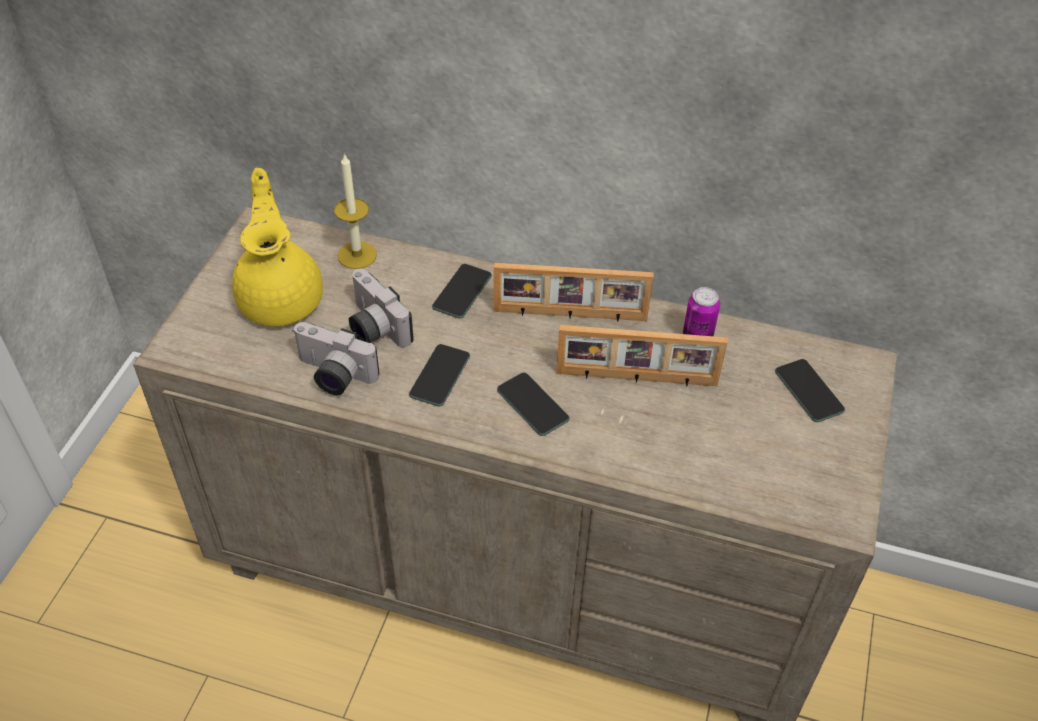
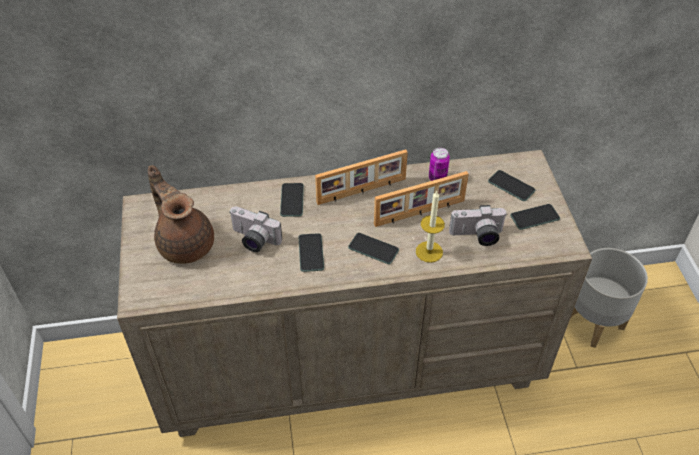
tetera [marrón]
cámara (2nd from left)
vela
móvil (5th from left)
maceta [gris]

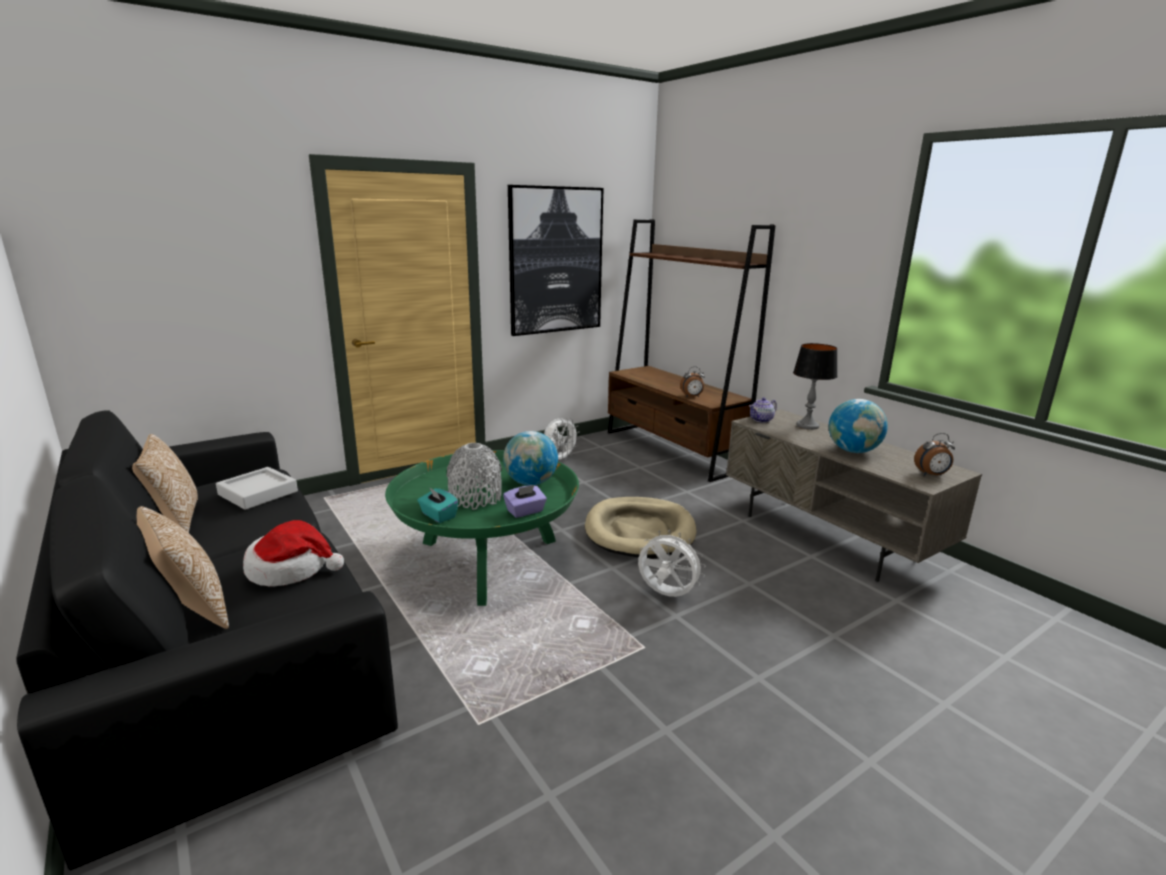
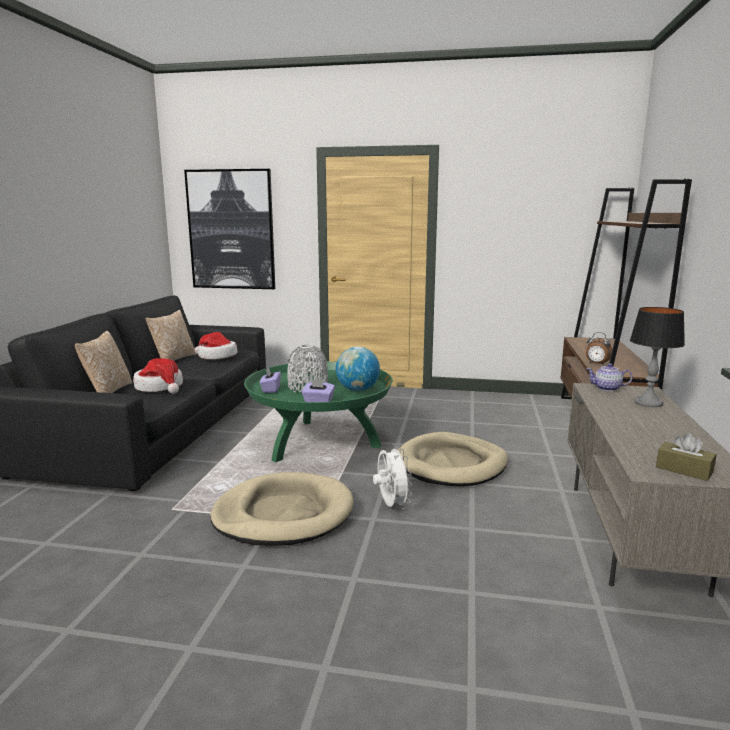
sombrero (2nd from left)
caja de pañuelos [morado] (1st from left)
cuadro
ventilador [blanco] (1st from left in the first image)
globo terráqueo (2nd from left in the first image)
caja de pañuelos [marrón]
cama para perro [beis] (1st from left)

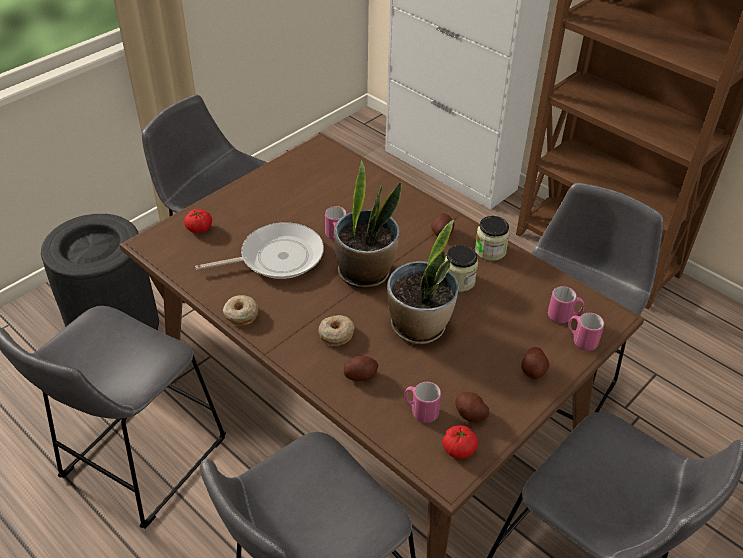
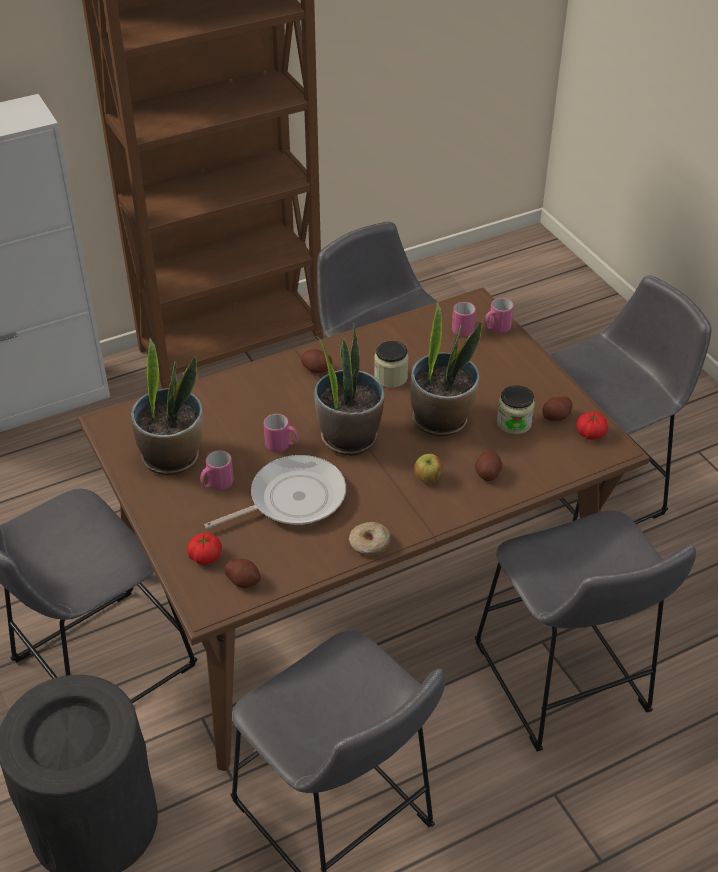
sartén
manzana
taza grande [rosa] (1st from left)
tarro (2nd from left)
patata (1st from left)
planta en maceta (1st from left)

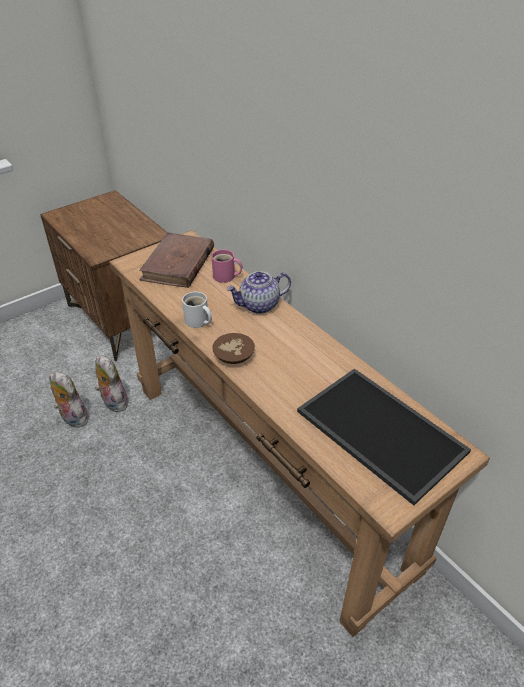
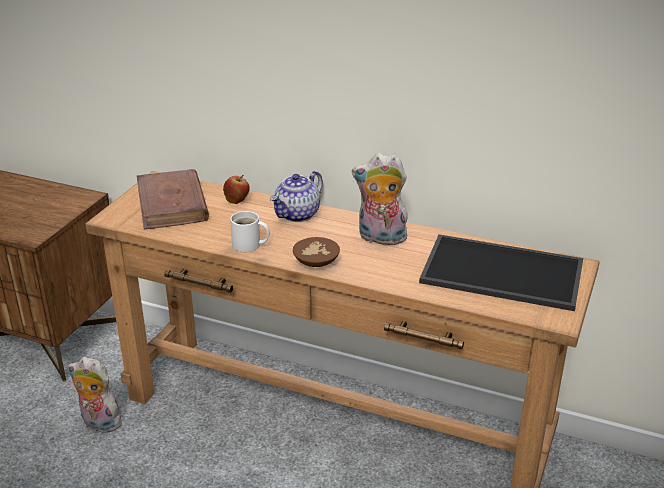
peluche (2nd from left)
manzana

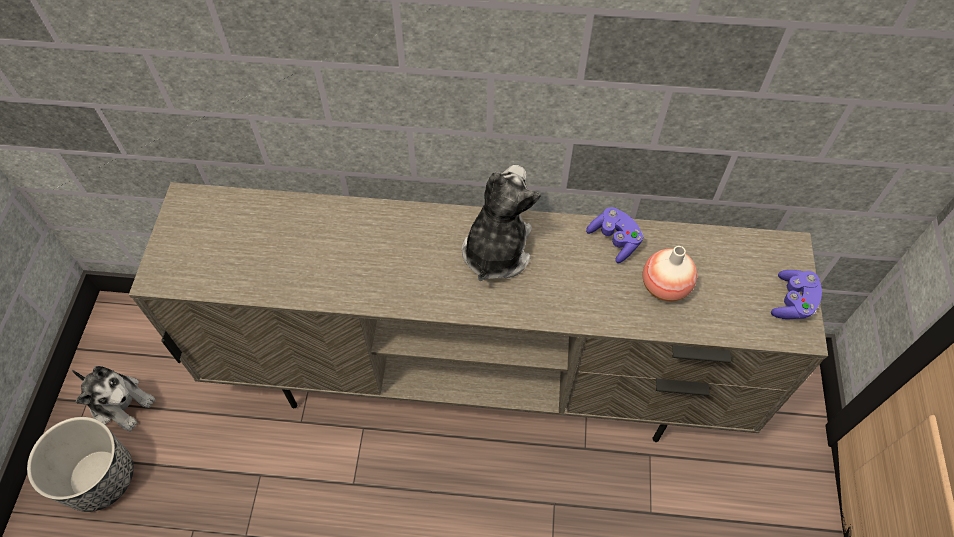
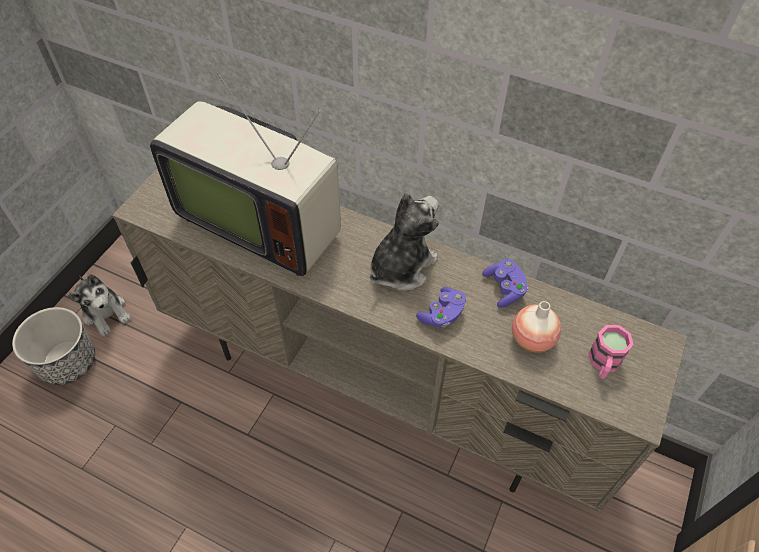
mando de consola [morado] (1st from left)
televisor
taza grande [rosa]

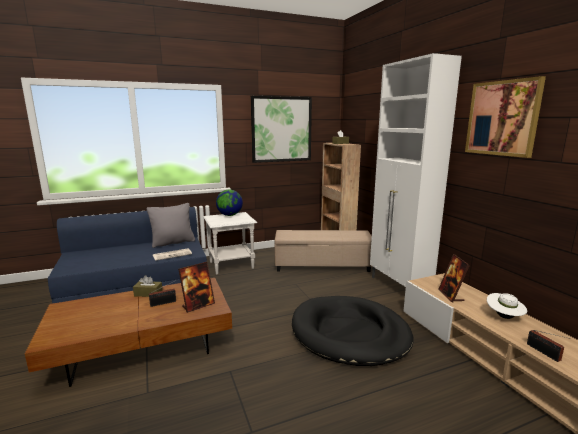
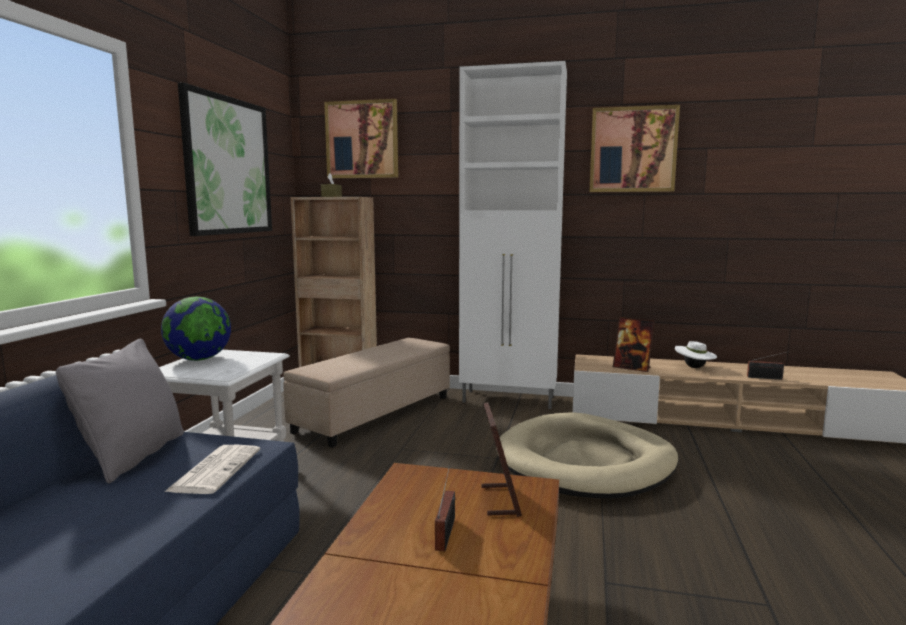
caja de pañuelos [marrón] (1st from left in the first image)
cama para perro [beis]
cuadro (2nd from left)

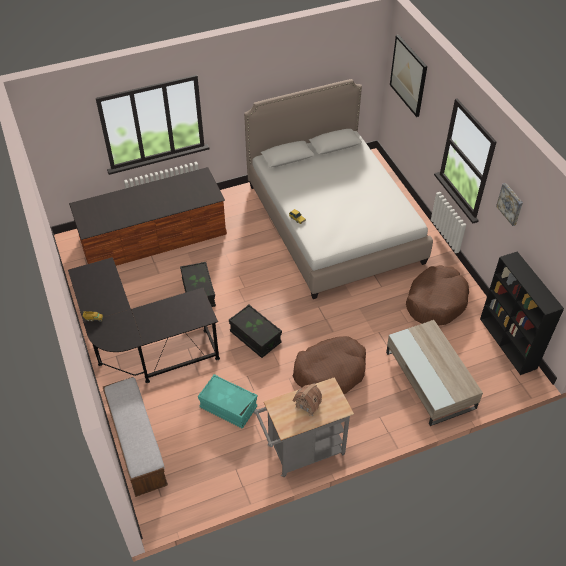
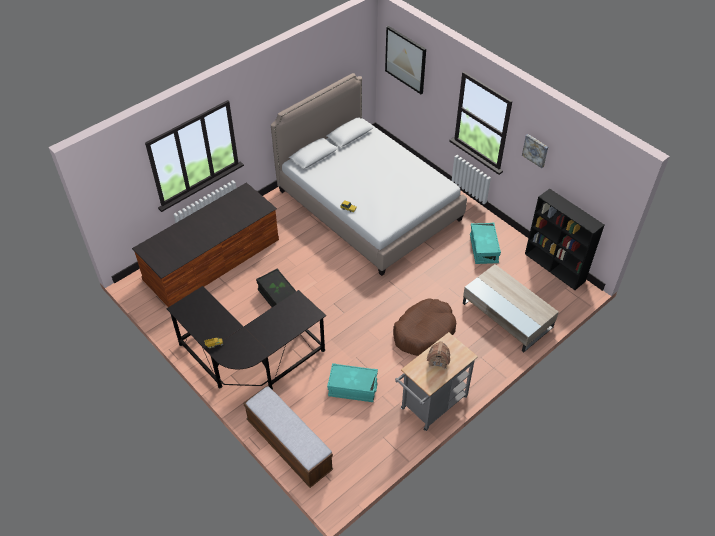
caja de almacenaje [negro] (2nd from left in the first image)
caja de almacenaje [turquesa] (2nd from left)

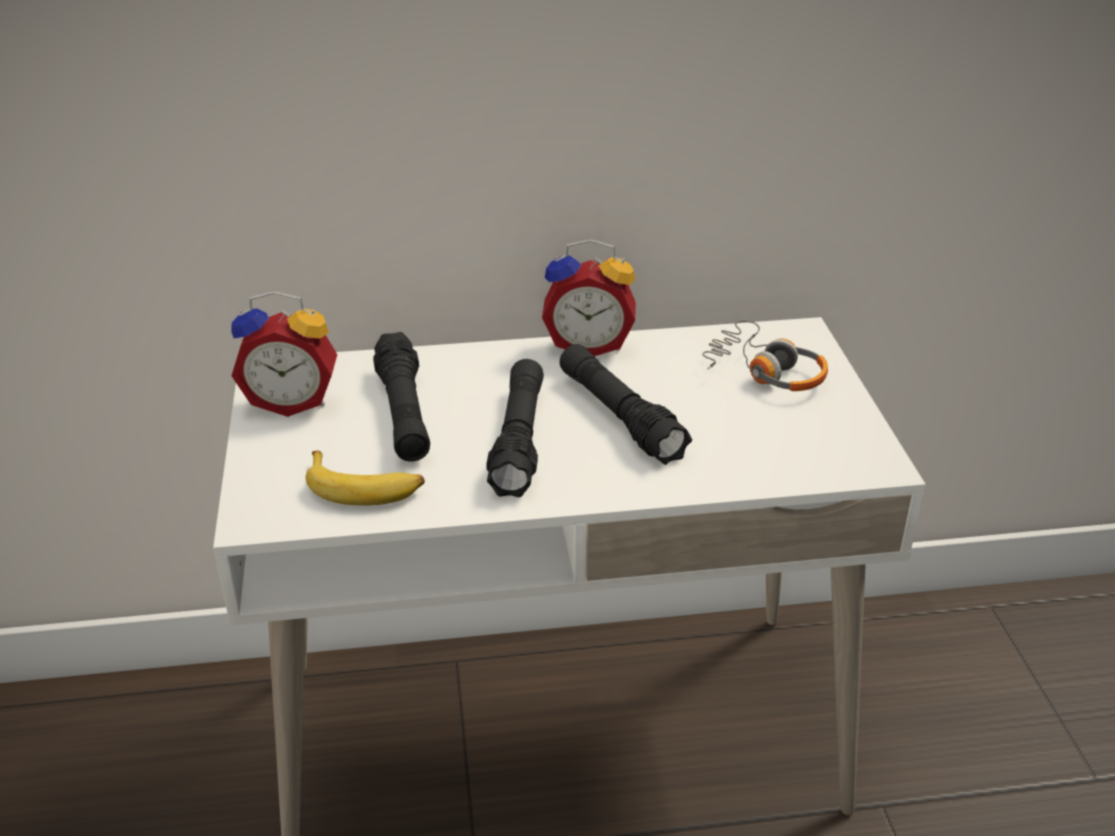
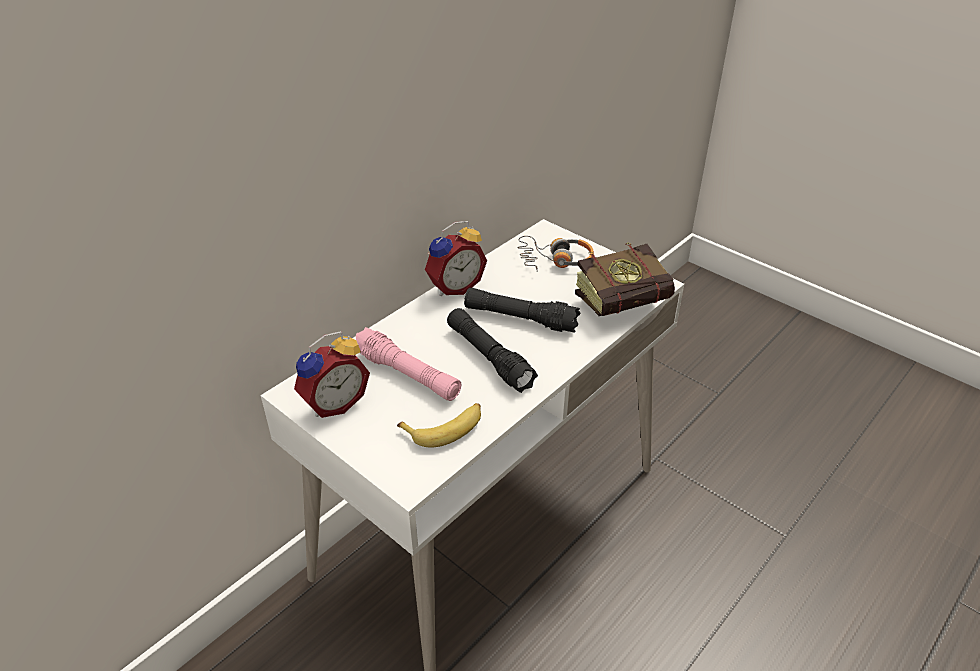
linterna [rosa]
libro

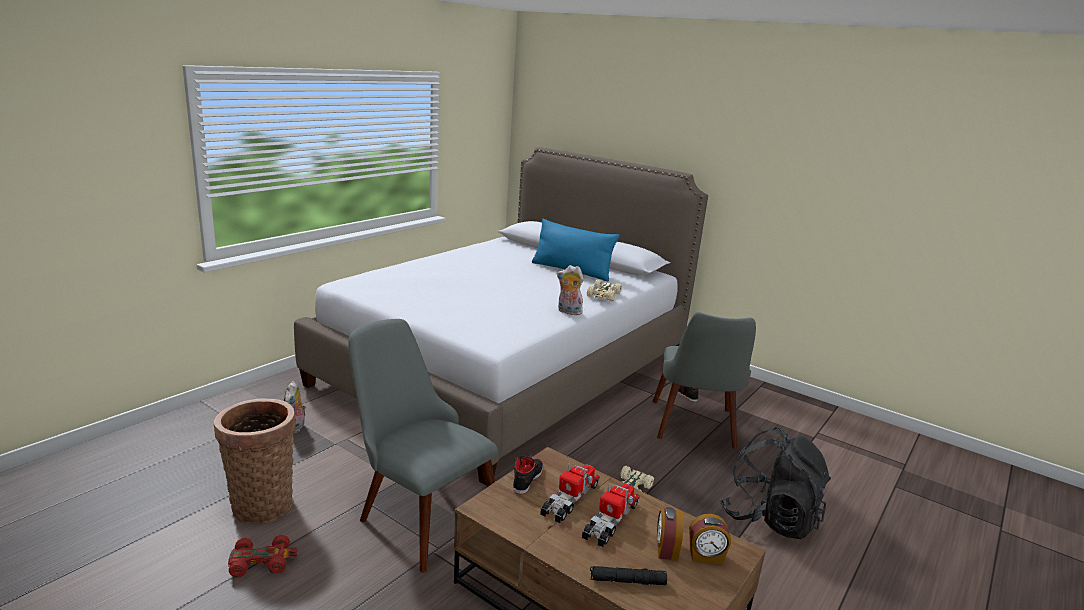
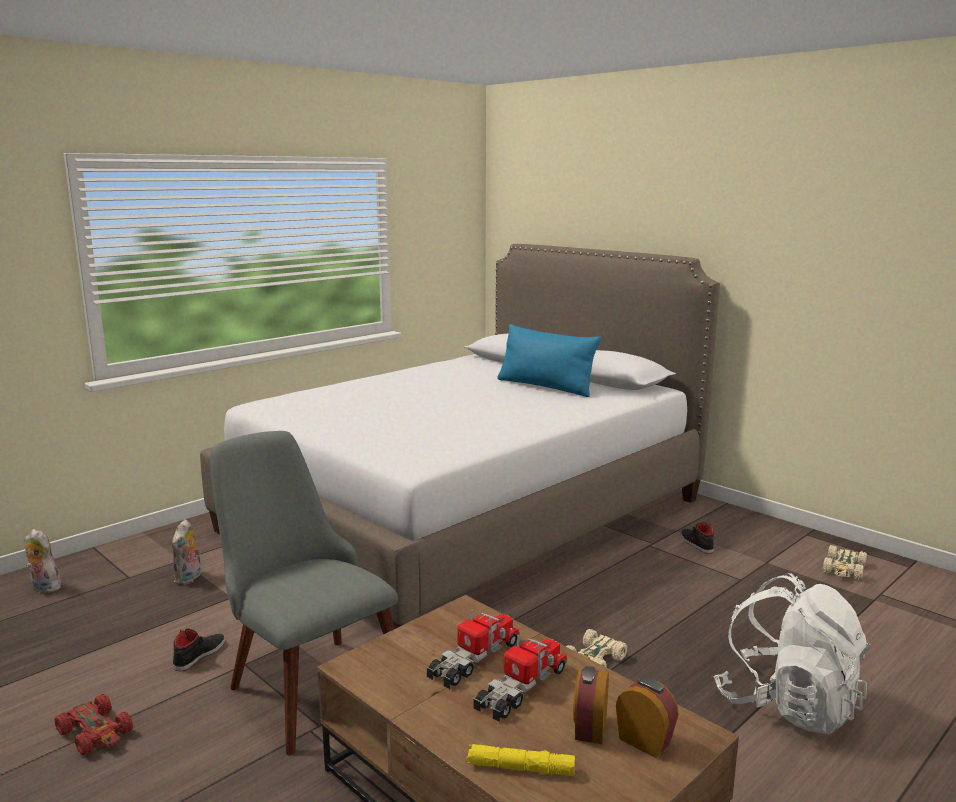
cesta
coche de juguete [rojo]
zapato [negro] (1st from left)
peluche (1st from left)
coche de juguete [beis] (2nd from left)
linterna [amarillo]
silla [gris] (2nd from left in the first image)
despertador (2nd from left)
mochila [blanco]

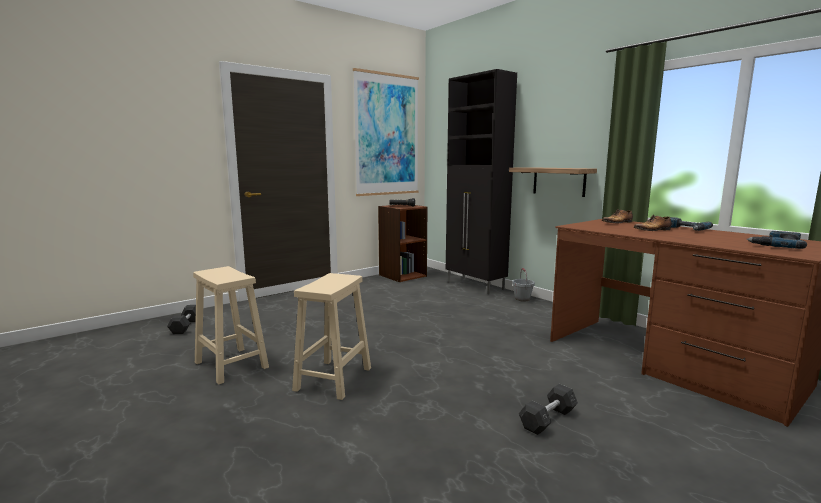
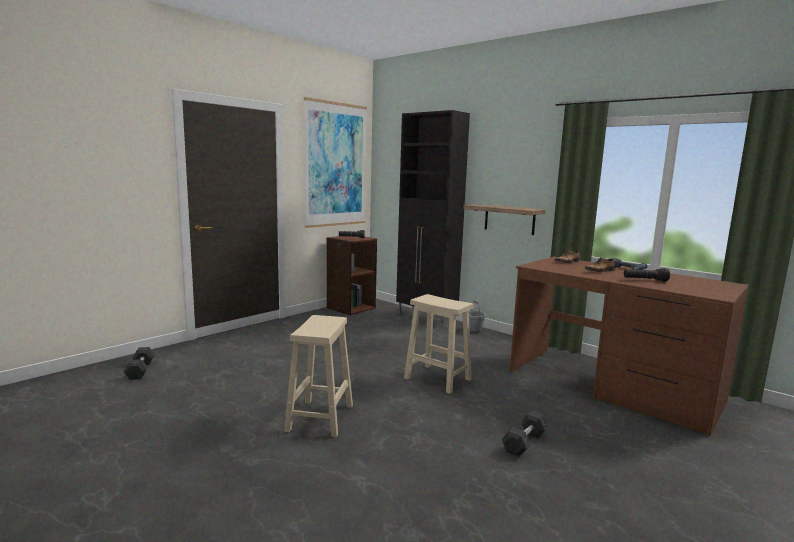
taburete [beis] (2nd from left)
taladro (2nd from left in the first image)
linterna [negro] (2nd from left)

